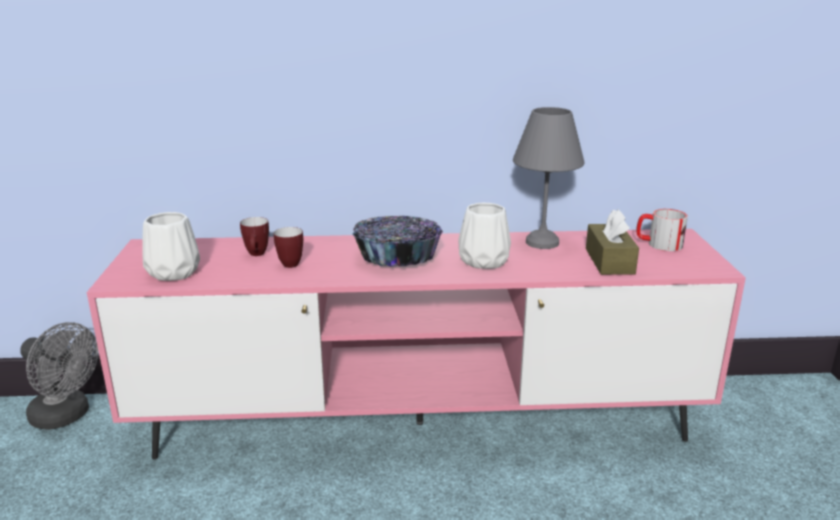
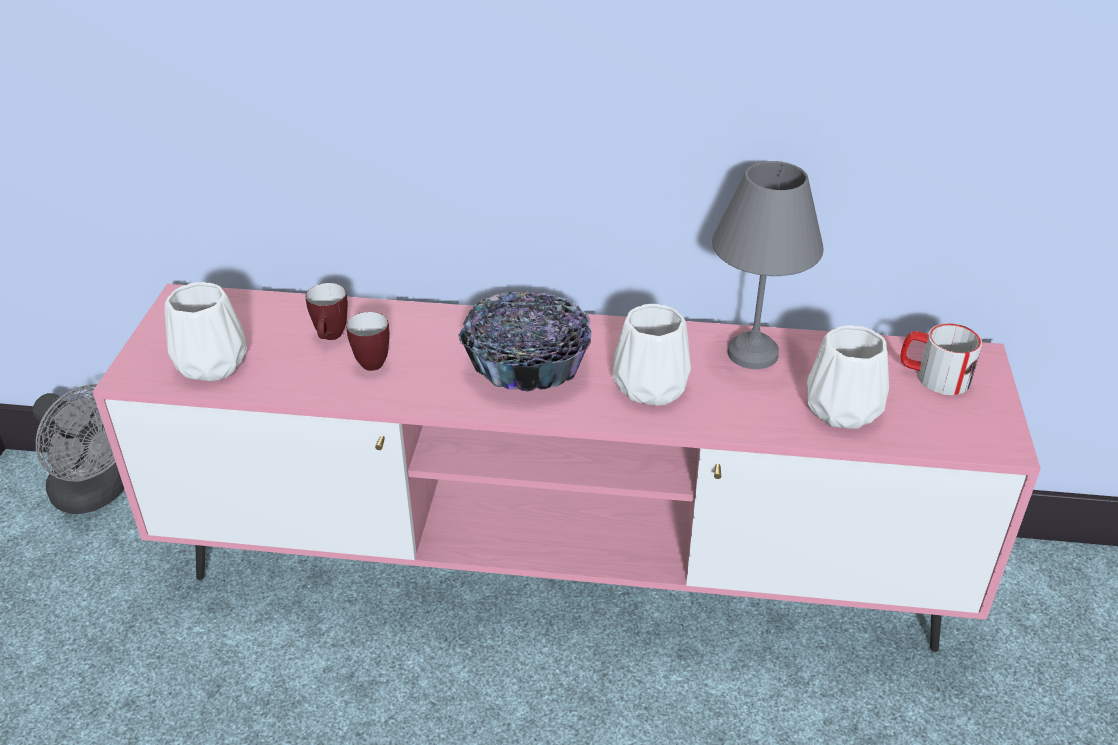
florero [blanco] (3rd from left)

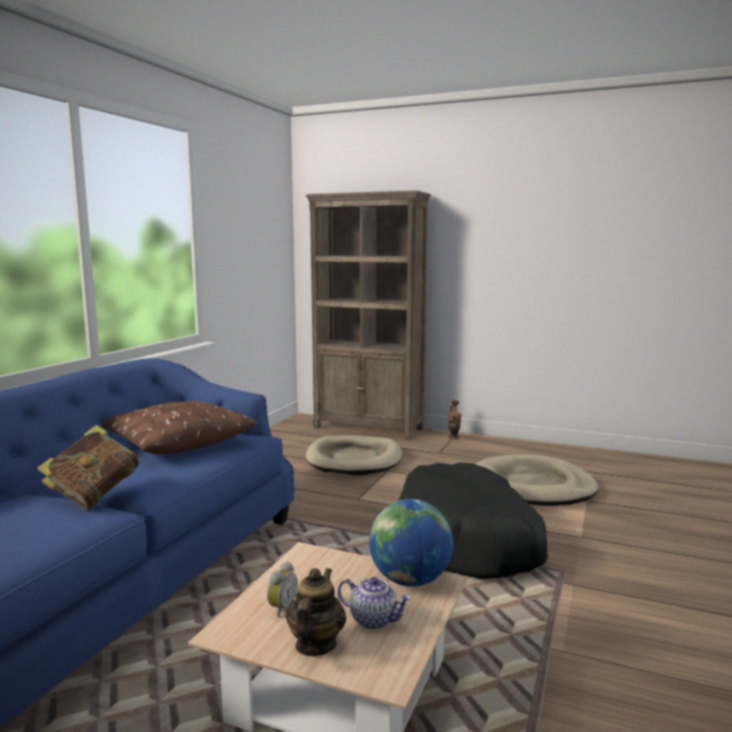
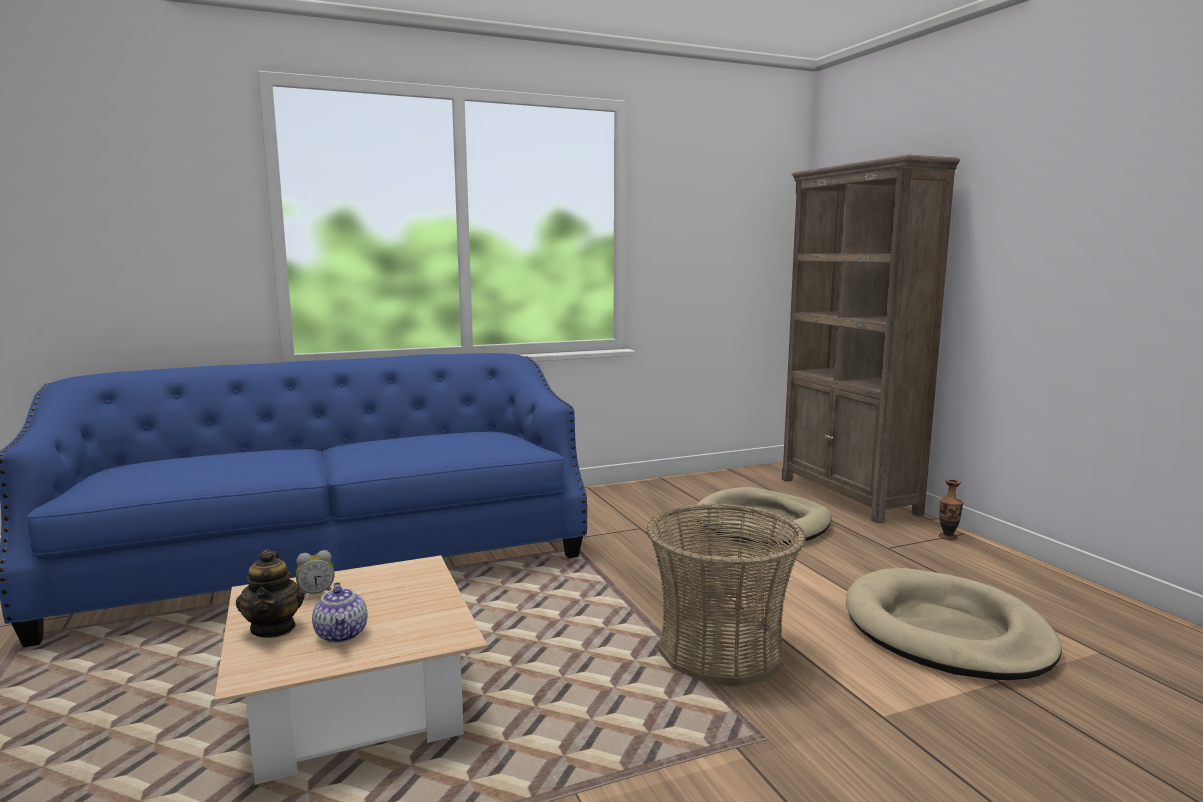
libro
cojín [marrón]
tetera (1st from left)
globo terráqueo
cesta

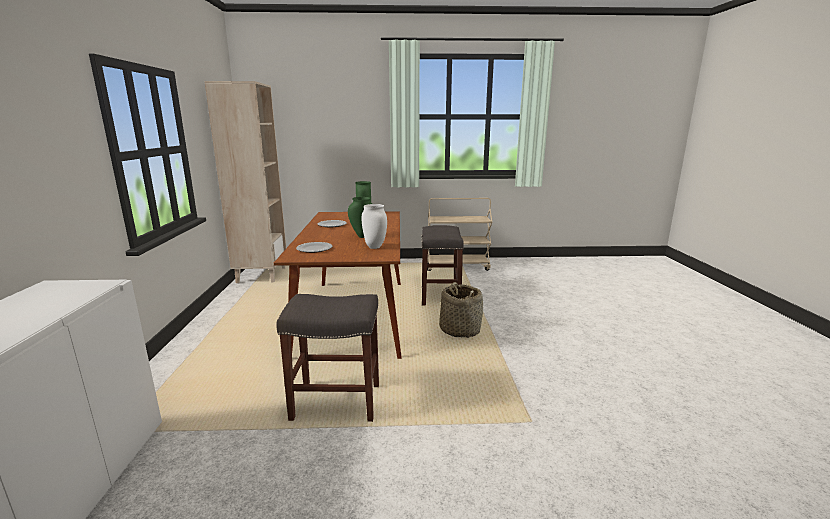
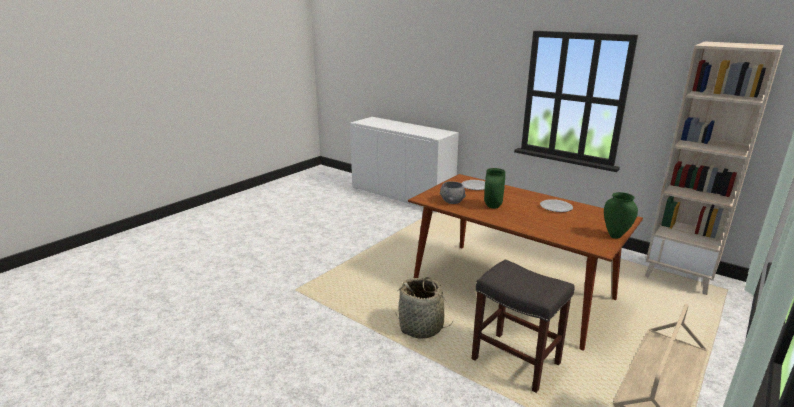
taburete [gris] (1st from left in the first image)
cuenco [gris]

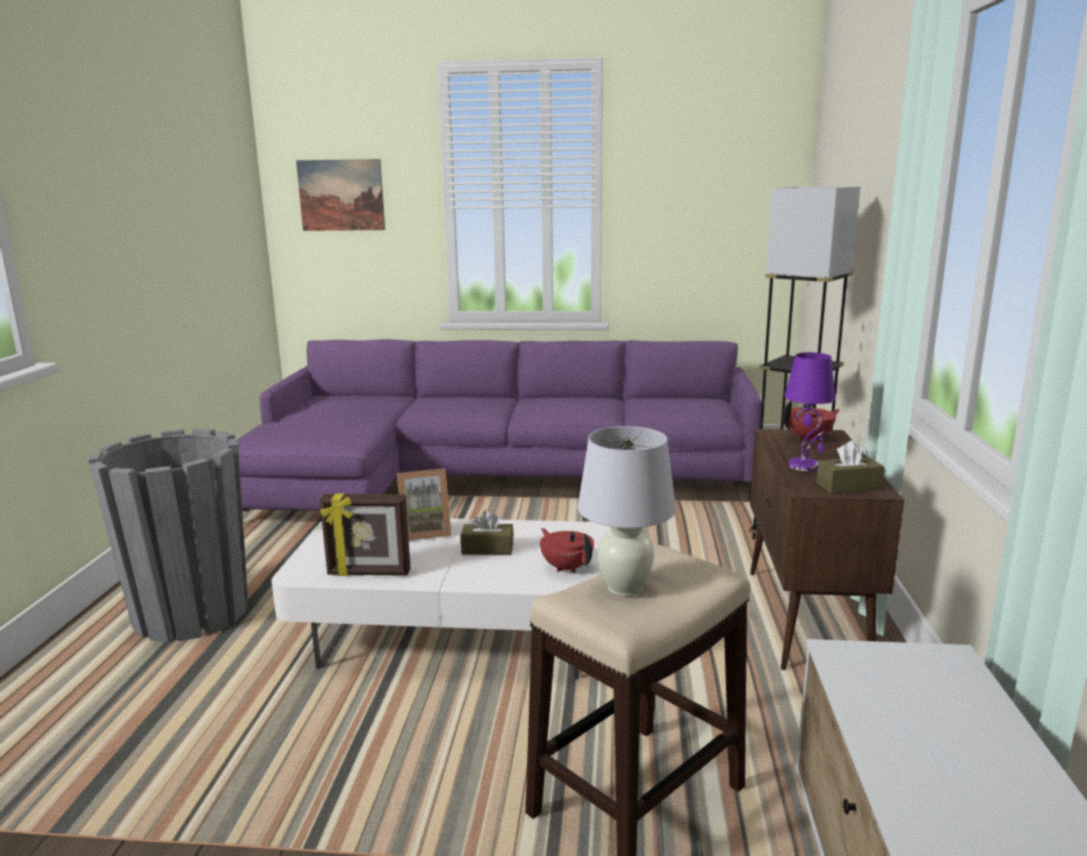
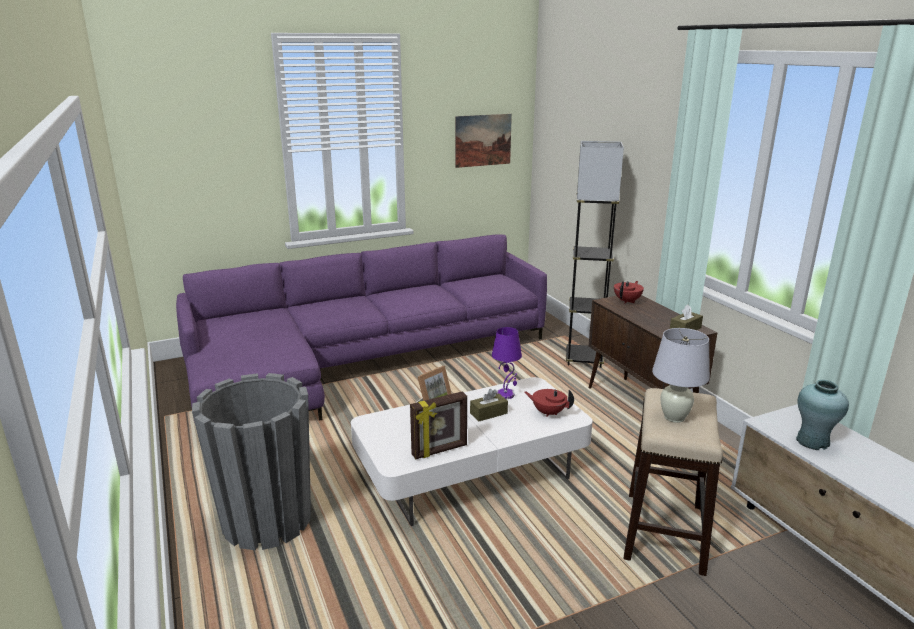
cuadro
lámpara de mesa [morado]
florero [turquesa]

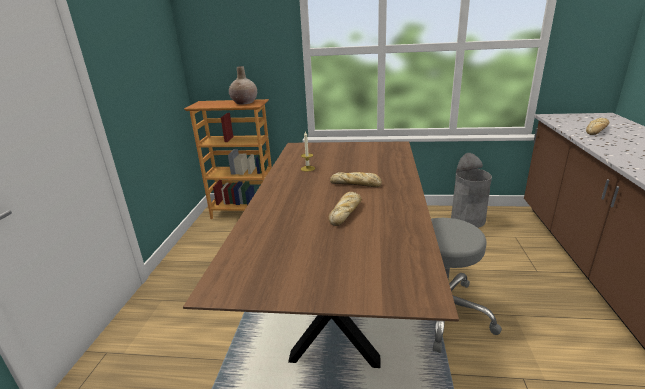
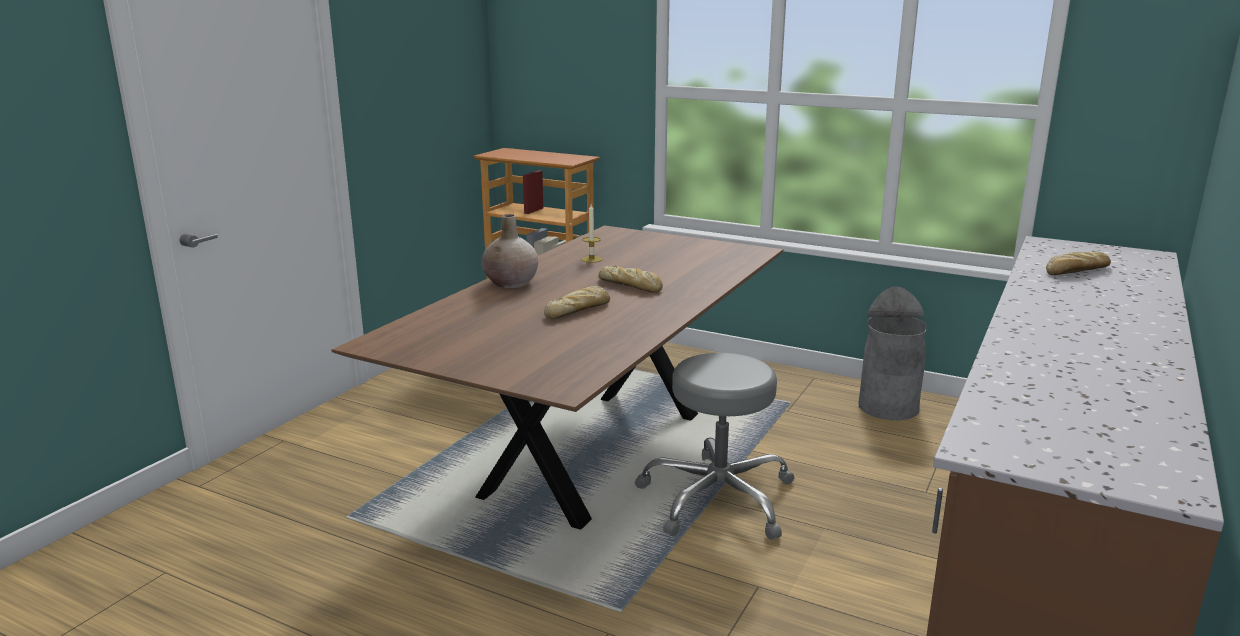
florero [beis]

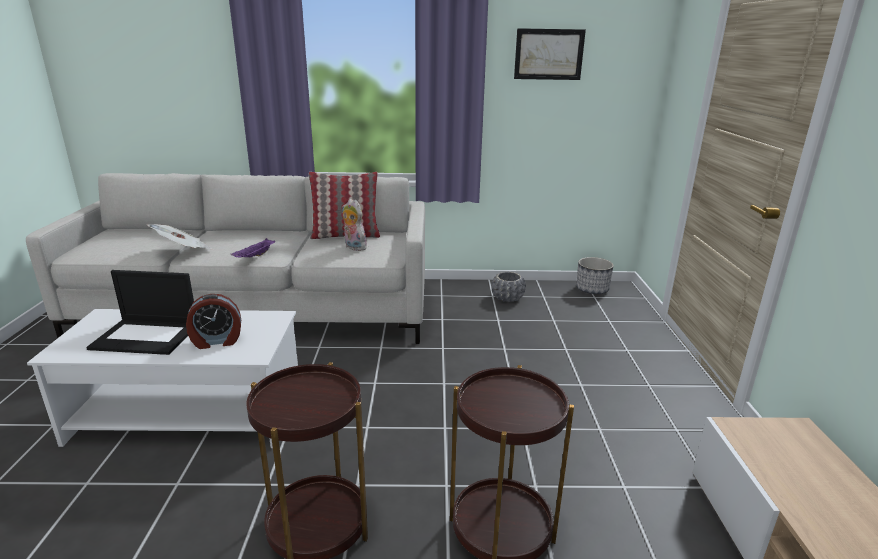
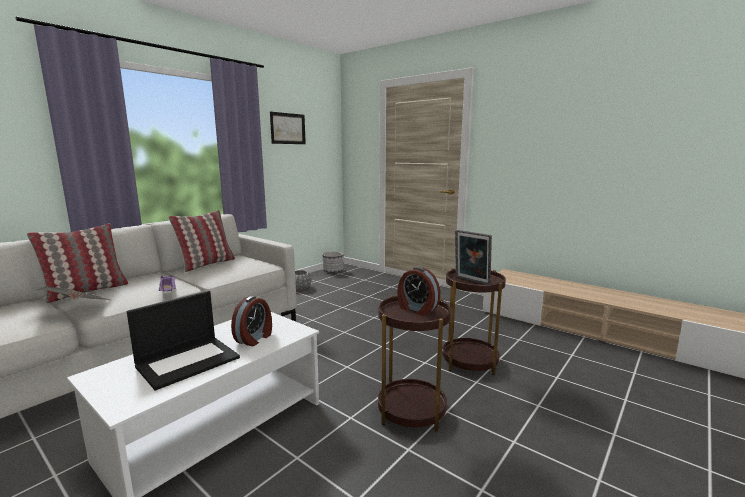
peluche
cojín (1st from left)
despertador (2nd from left)
portarretratos

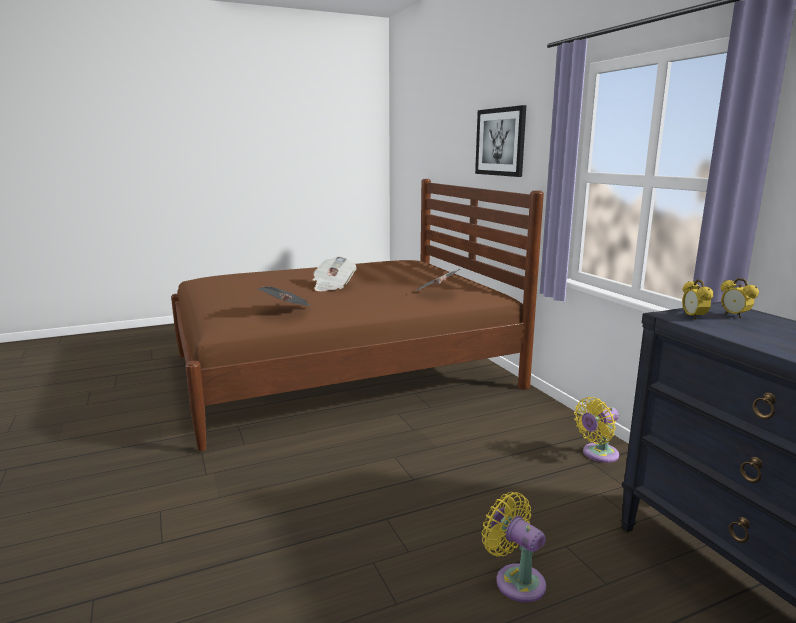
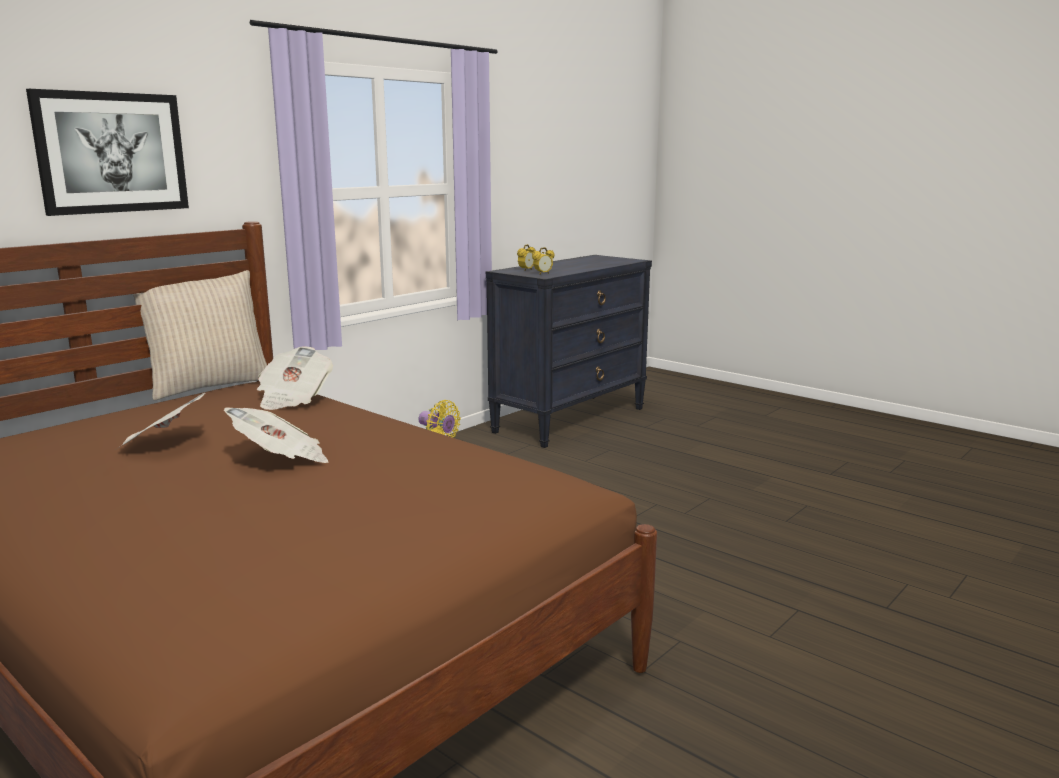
periódico (1st from left)
ventilador [amarillo] (1st from left in the first image)
cojín [beis]

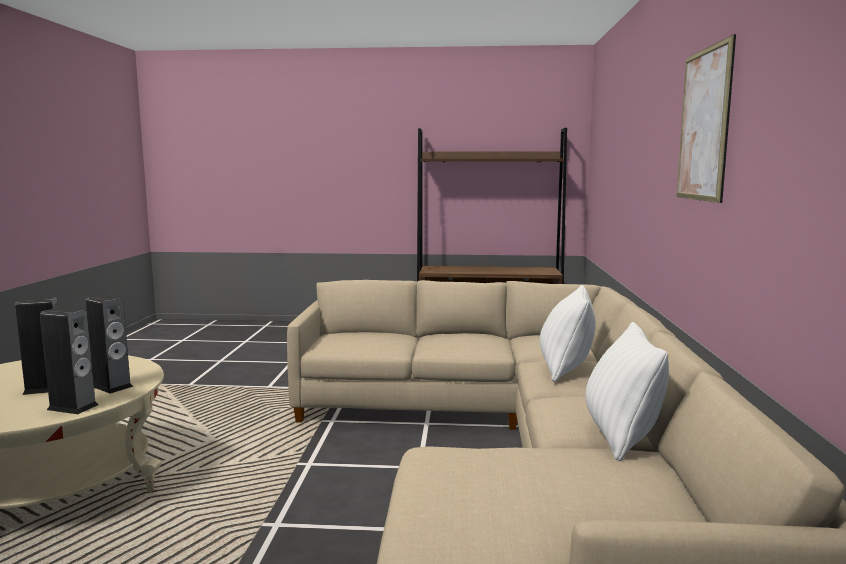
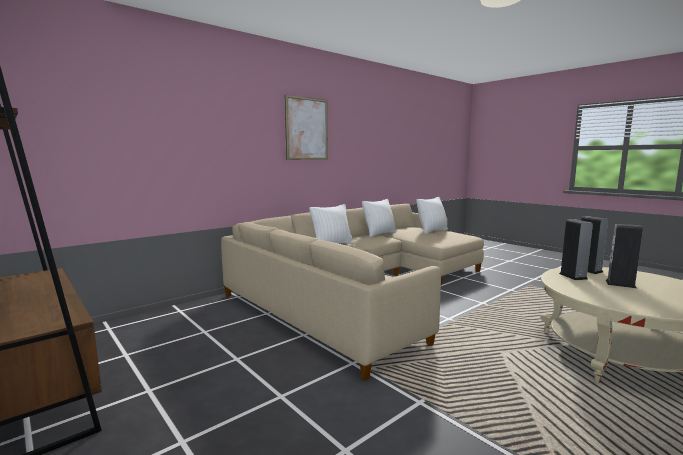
cojín [blanco] (3rd from left)

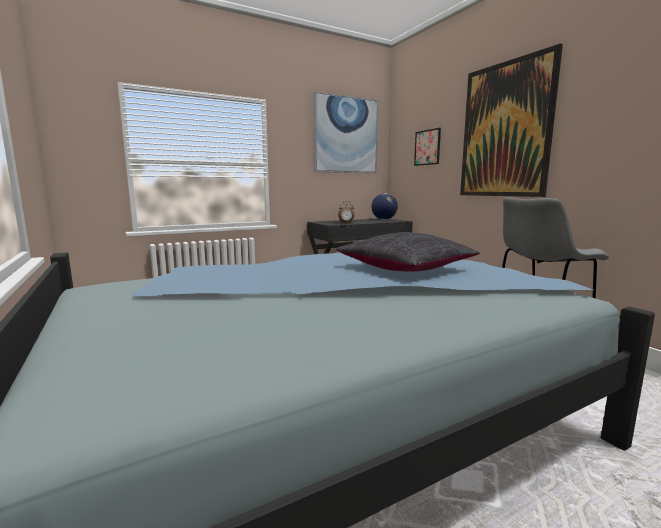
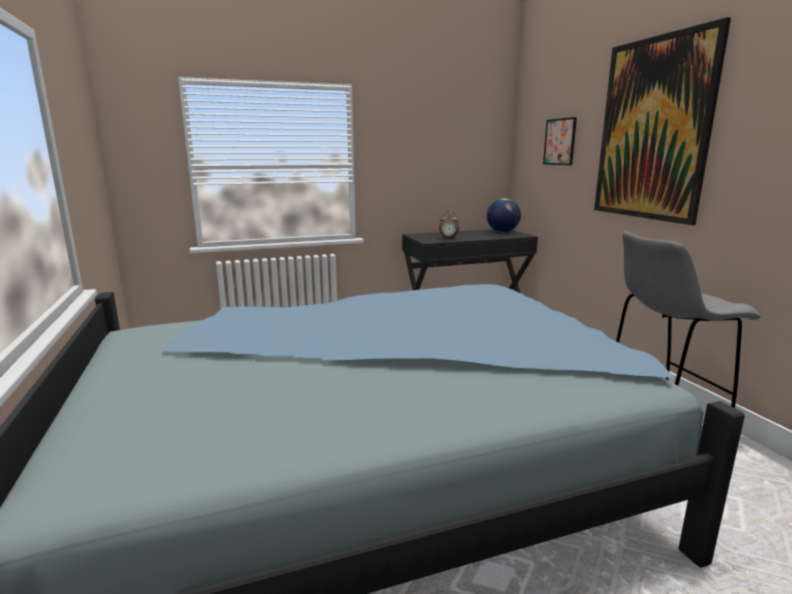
cuadro (1st from left in the first image)
cojín [negro]

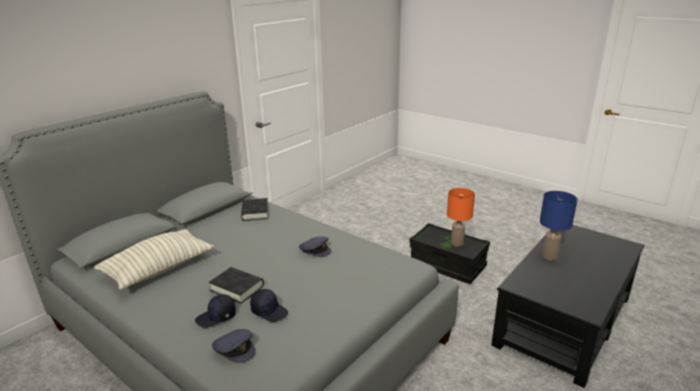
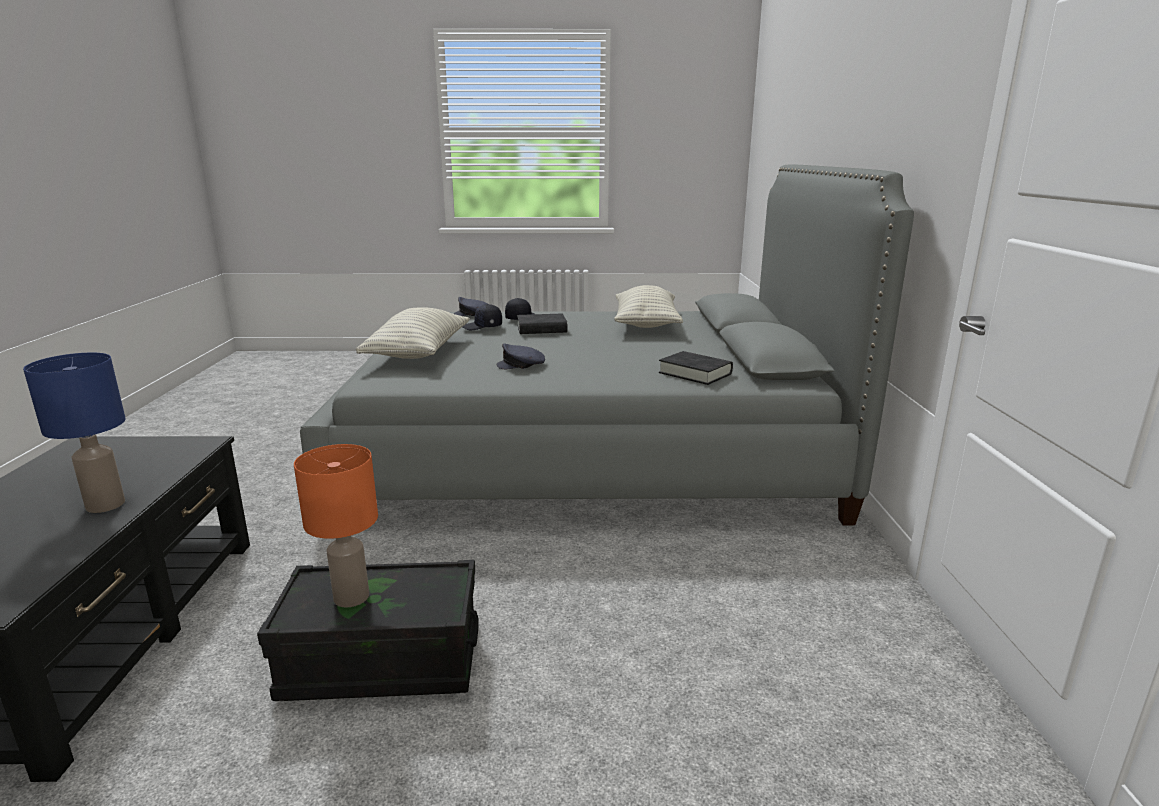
cojín (1st from left)

